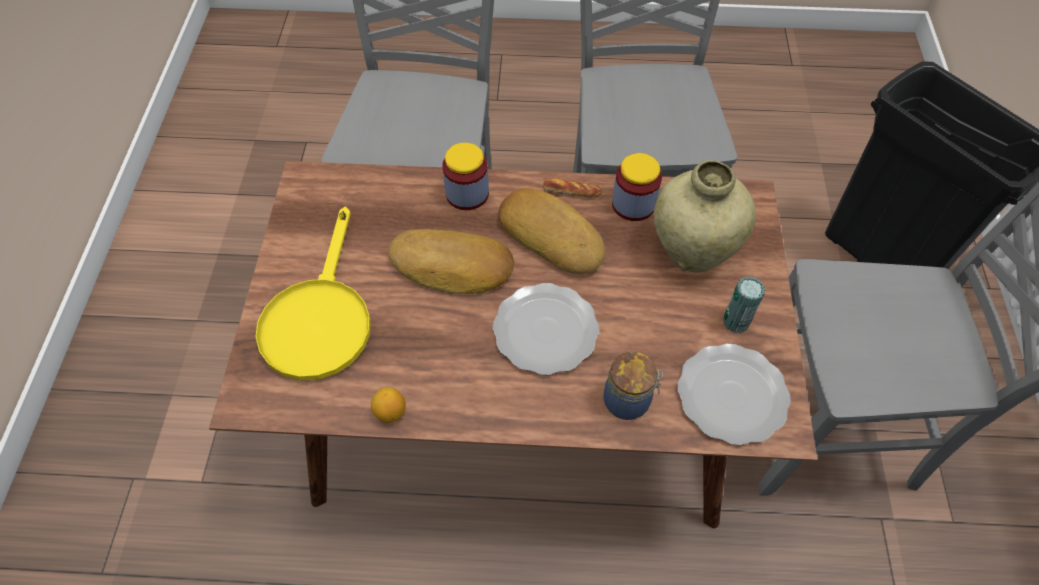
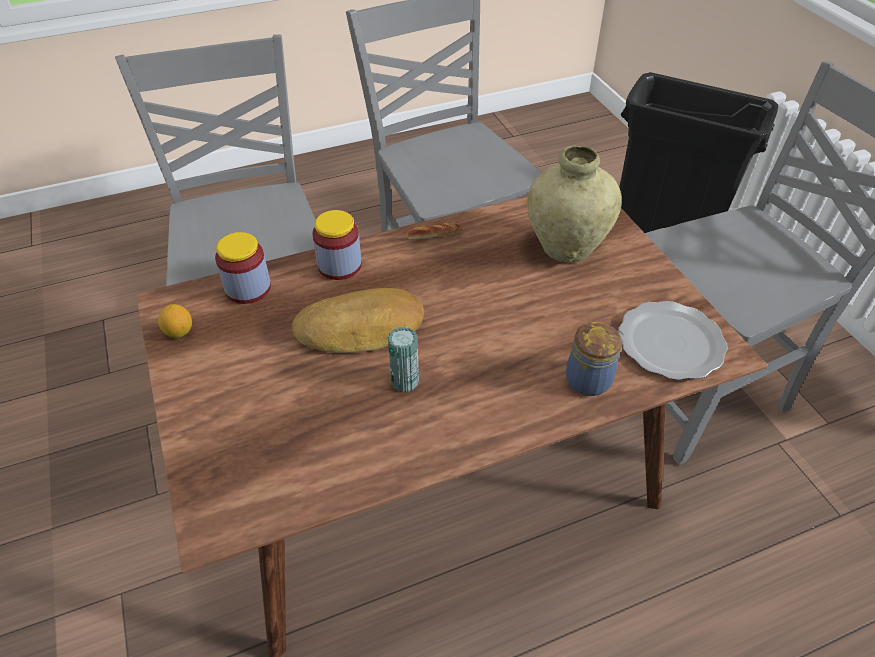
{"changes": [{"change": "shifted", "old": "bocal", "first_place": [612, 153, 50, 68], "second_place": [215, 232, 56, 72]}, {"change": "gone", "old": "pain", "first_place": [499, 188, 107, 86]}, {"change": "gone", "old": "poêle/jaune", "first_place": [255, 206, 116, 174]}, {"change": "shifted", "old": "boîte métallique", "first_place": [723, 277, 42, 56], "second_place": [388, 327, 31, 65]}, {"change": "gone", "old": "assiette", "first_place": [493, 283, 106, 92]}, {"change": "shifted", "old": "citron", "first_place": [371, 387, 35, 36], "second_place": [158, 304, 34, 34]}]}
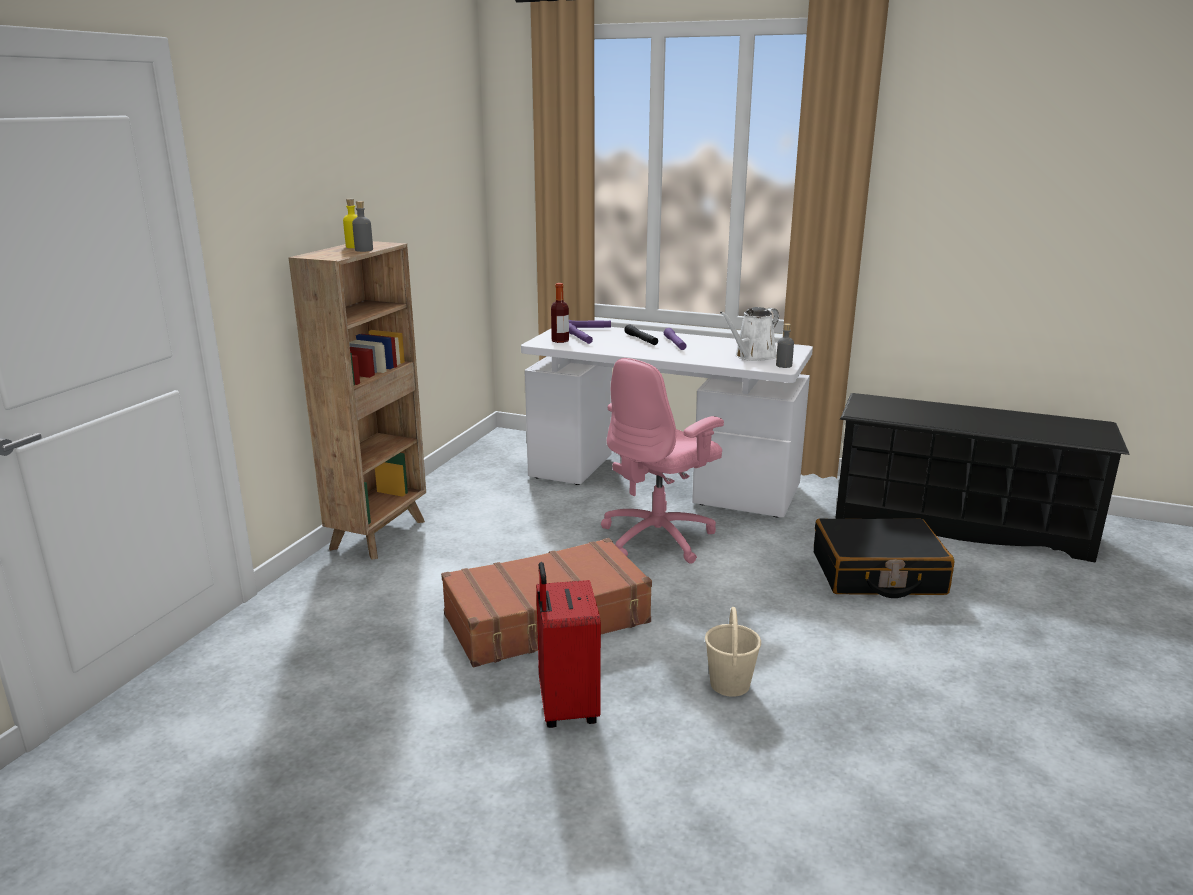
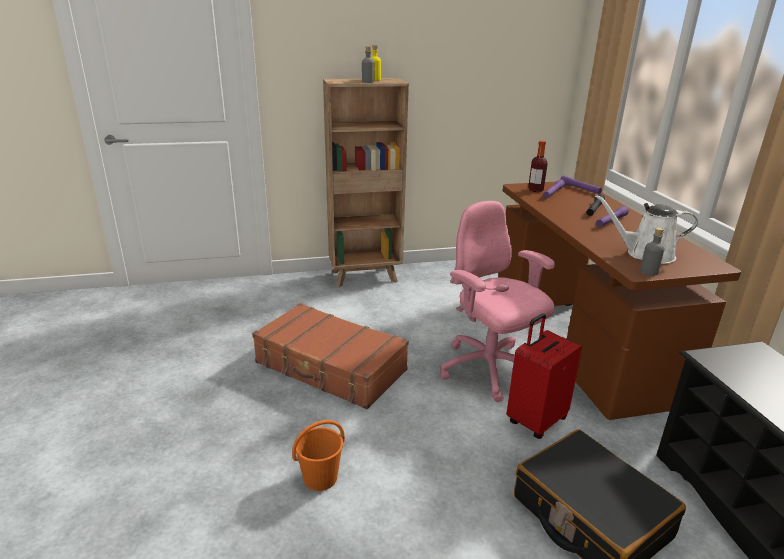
{"changes": [{"change": "repainted", "old": "bureau/blanc", "new": "bureau/marron", "first_place": [521, 327, 292, 190], "second_place": [498, 181, 243, 239]}, {"change": "rotated", "old": "chaise de bureau/rose", "first_place": [601, 358, 123, 206], "second_place": [440, 201, 115, 201], "degrees": 45}, {"change": "shifted", "old": "valise/rouge", "first_place": [536, 562, 65, 166], "second_place": [506, 313, 76, 126]}, {"change": "repainted", "old": "seau/beige", "new": "seau/orange", "first_place": [705, 607, 56, 90], "second_place": [292, 420, 53, 71]}]}
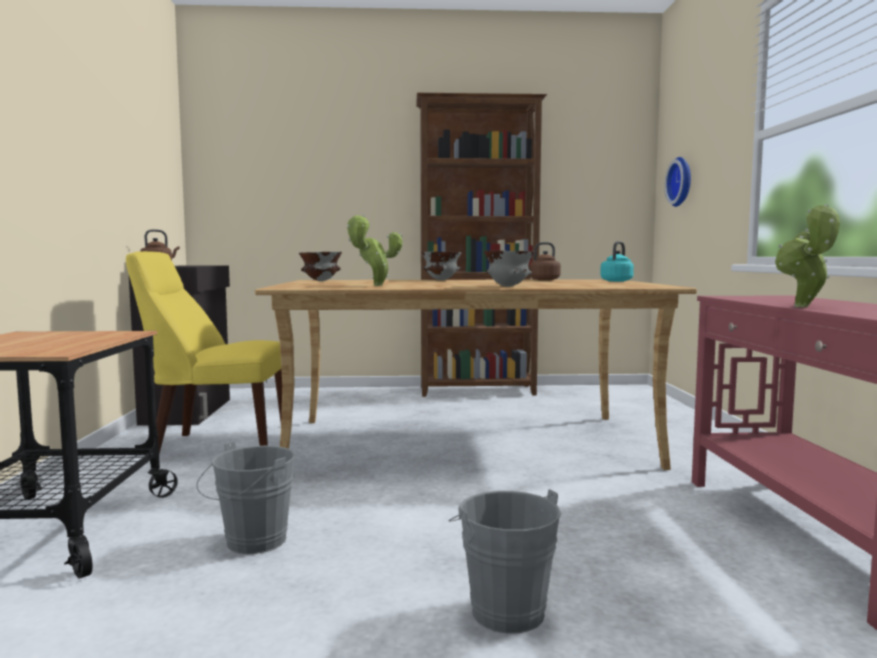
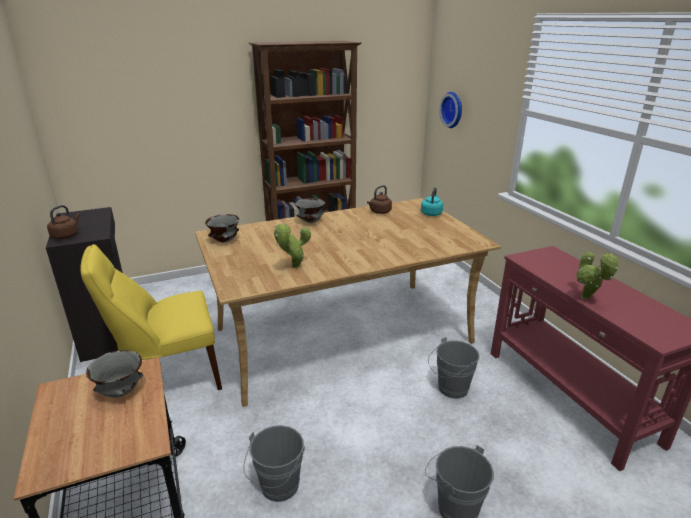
{"changes": [{"change": "shifted", "old": "bol/gris", "first_place": [483, 250, 52, 37], "second_place": [86, 350, 58, 47]}, {"change": "new", "new": "seau/gris", "second_place": [428, 337, 52, 62]}]}
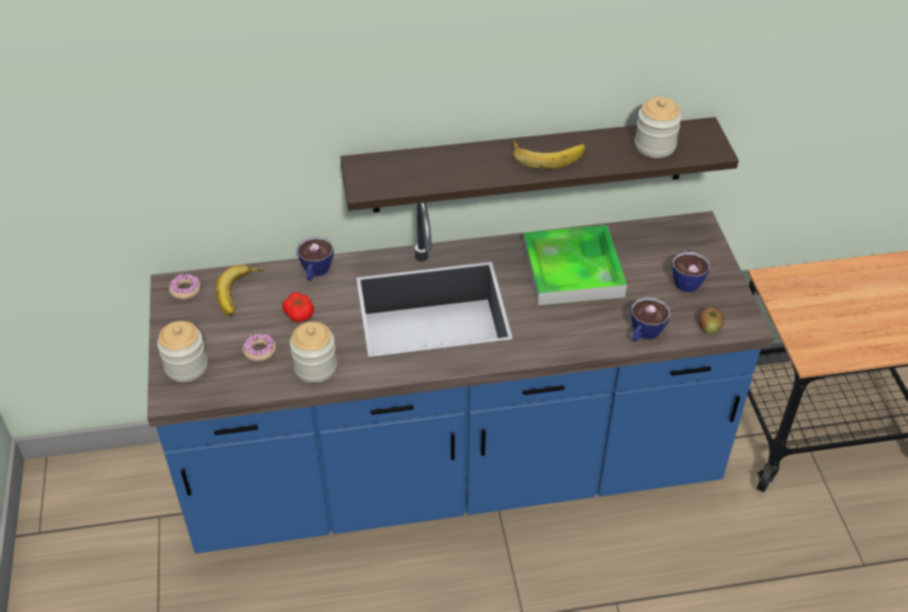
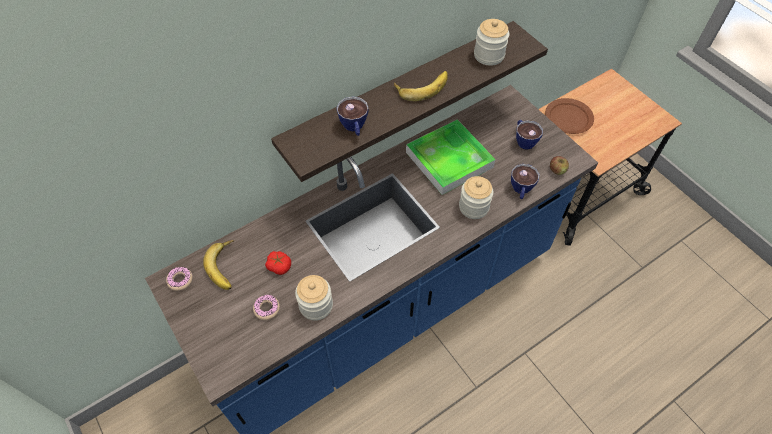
{"changes": [{"change": "shifted", "old": "tasse", "first_place": [296, 236, 38, 45], "second_place": [337, 96, 32, 40]}, {"change": "shifted", "old": "bocal", "first_place": [157, 321, 51, 61], "second_place": [459, 176, 34, 43]}, {"change": "new", "new": "assiette/marron", "second_place": [545, 98, 49, 36]}]}
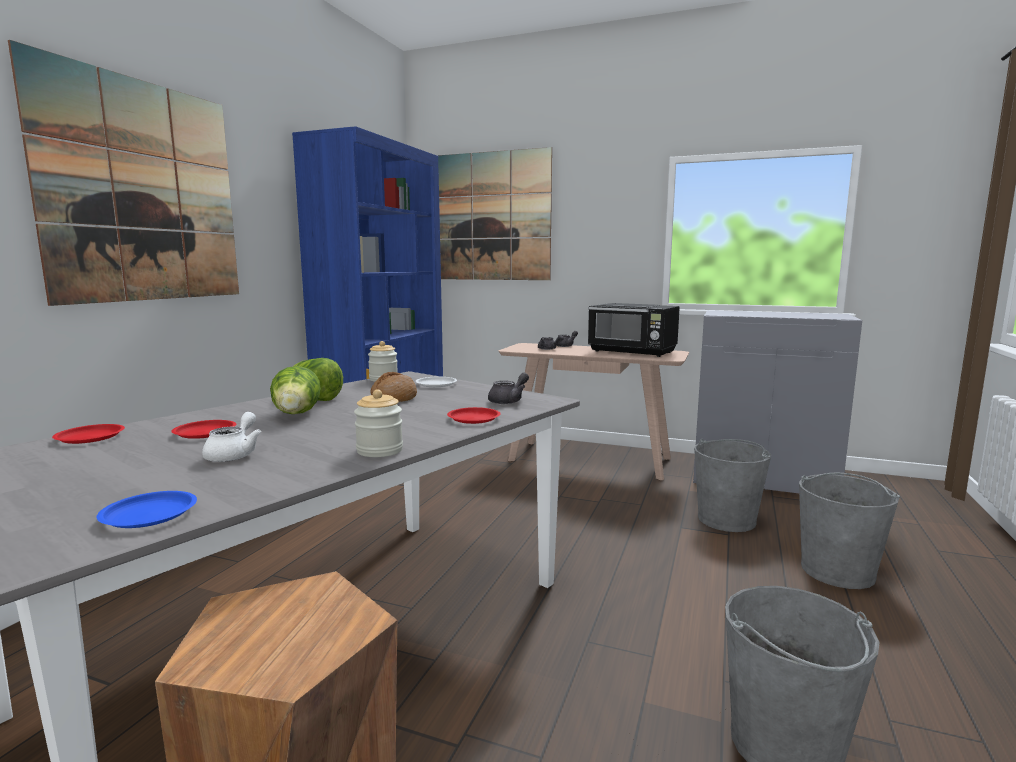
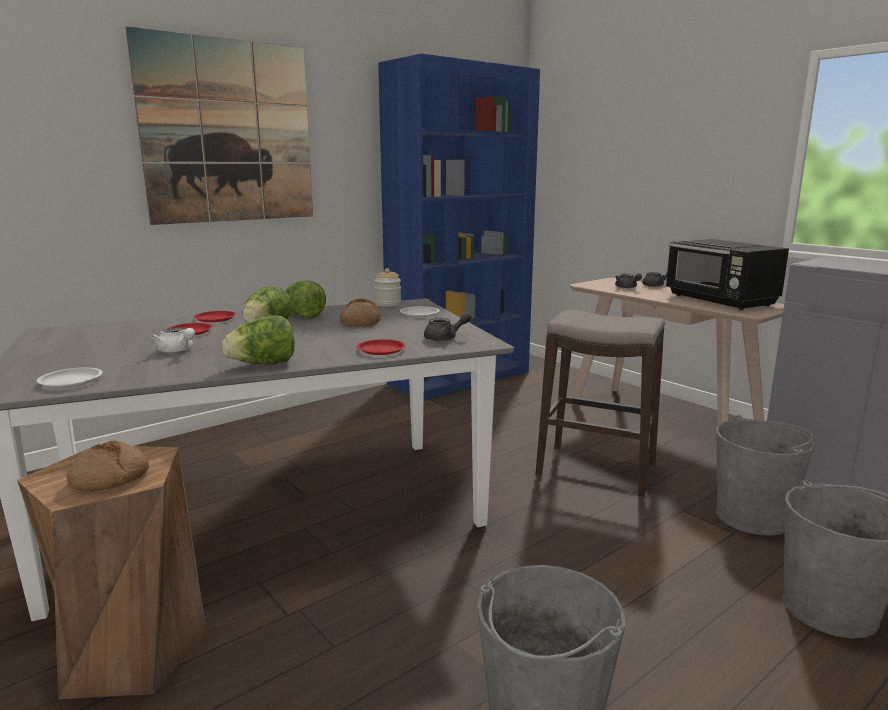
{"changes": [{"change": "gone", "old": "tableau", "first_place": [437, 147, 115, 133]}, {"change": "swapped", "old": "bocal", "new": "laitue", "first_place": [354, 389, 49, 68], "second_place": [222, 315, 73, 50]}, {"change": "rotated", "old": "théière/blanc", "first_place": [202, 412, 59, 50], "second_place": [152, 327, 43, 26], "degrees": 90}, {"change": "shifted", "old": "assiette/rouge", "first_place": [52, 424, 73, 20], "second_place": [193, 311, 43, 11]}, {"change": "repainted", "old": "assiette/bleu", "new": "assiette/blanc", "first_place": [96, 491, 101, 37], "second_place": [37, 368, 65, 20]}, {"change": "new", "new": "tabouret", "second_place": [535, 310, 130, 187]}, {"change": "new", "new": "pain", "second_place": [66, 441, 83, 50]}]}
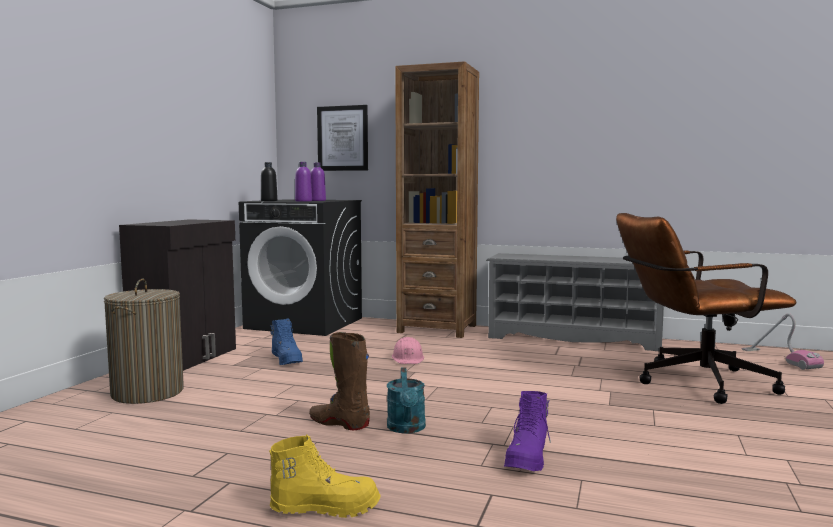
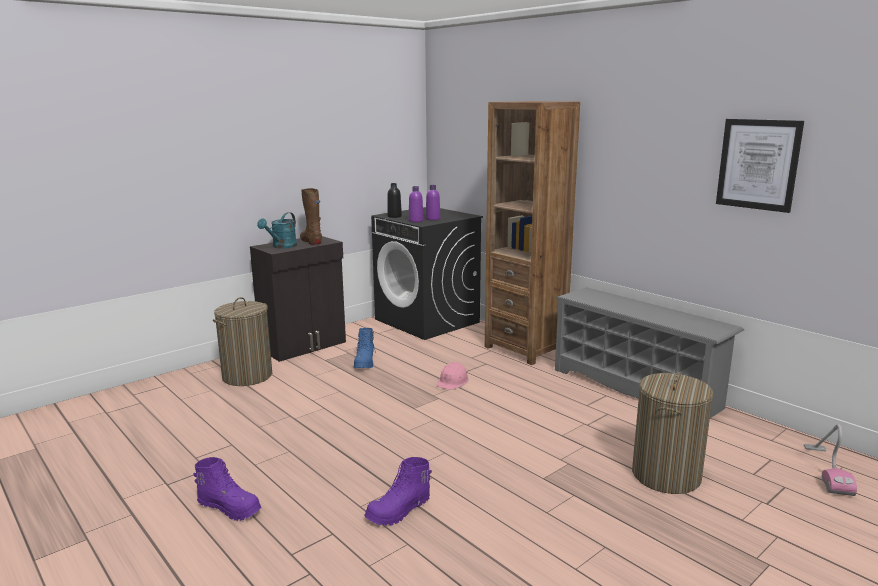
{"changes": [{"change": "shifted", "old": "tableau", "first_place": [317, 105, 51, 66], "second_place": [716, 119, 88, 94]}, {"change": "swapped", "old": "chaise de bureau/marron", "new": "panier à linge", "first_place": [616, 213, 181, 191], "second_place": [632, 372, 81, 122]}, {"change": "shifted", "old": "botte/marron", "first_place": [309, 332, 61, 98], "second_place": [300, 188, 22, 57]}, {"change": "shifted", "old": "arrosoir/turquoise", "first_place": [387, 367, 39, 67], "second_place": [257, 212, 40, 37]}, {"change": "repainted", "old": "botte/jaune", "new": "botte/violet", "first_place": [269, 434, 112, 84], "second_place": [194, 457, 67, 64]}]}
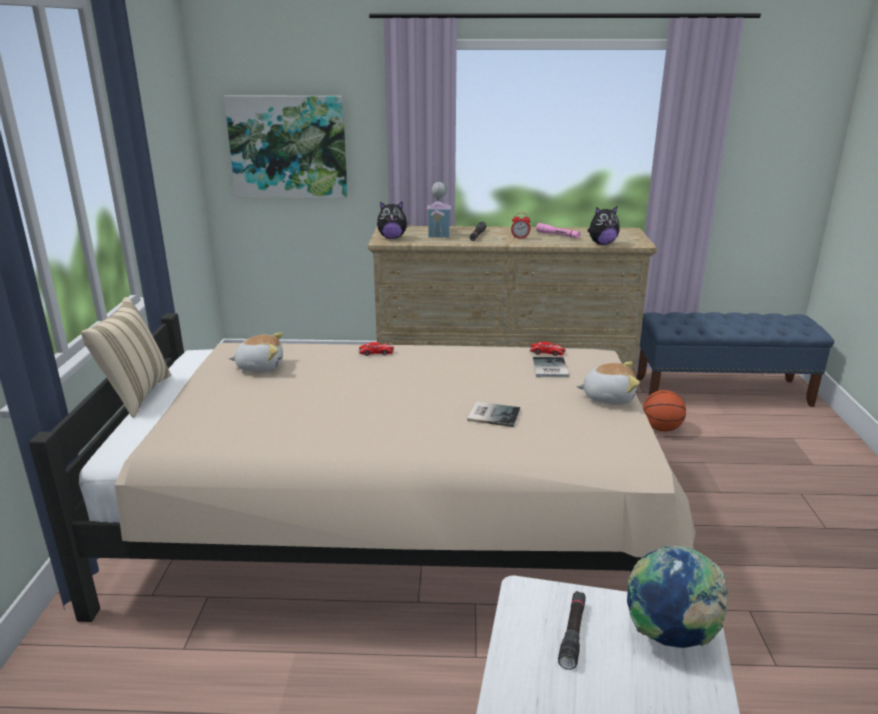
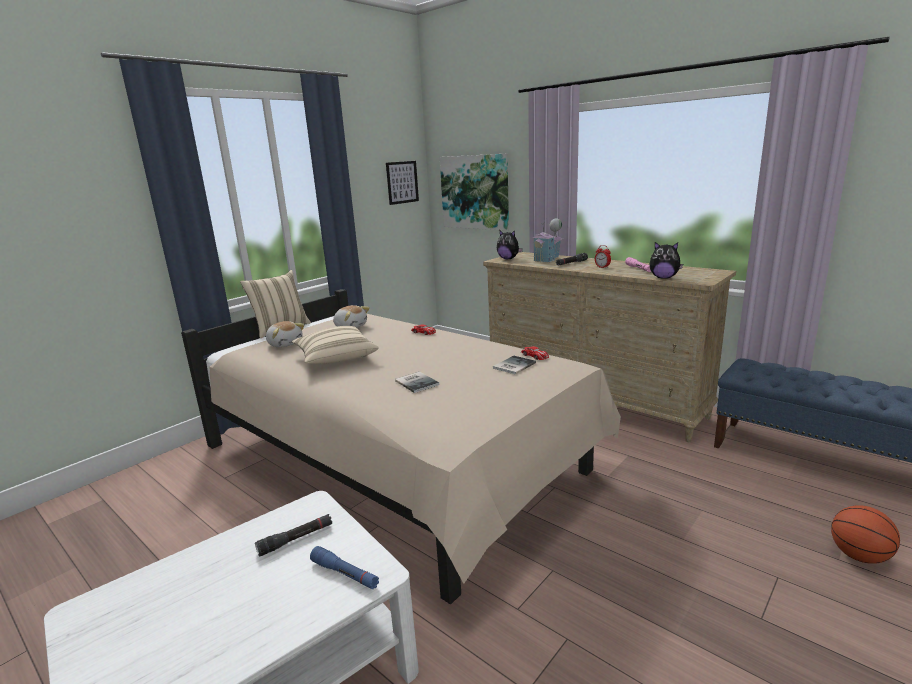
{"changes": [{"change": "shifted", "old": "peluche", "first_place": [576, 362, 64, 43], "second_place": [266, 321, 39, 26]}, {"change": "shifted", "old": "ballon de basket", "first_place": [643, 390, 43, 42], "second_place": [831, 505, 69, 59]}, {"change": "swapped", "old": "globe", "new": "lampe de poche/bleu", "first_place": [627, 545, 101, 103], "second_place": [310, 546, 69, 43]}, {"change": "new", "new": "tableau", "second_place": [386, 161, 33, 44]}, {"change": "new", "new": "coussin/beige", "second_place": [292, 326, 87, 38]}]}
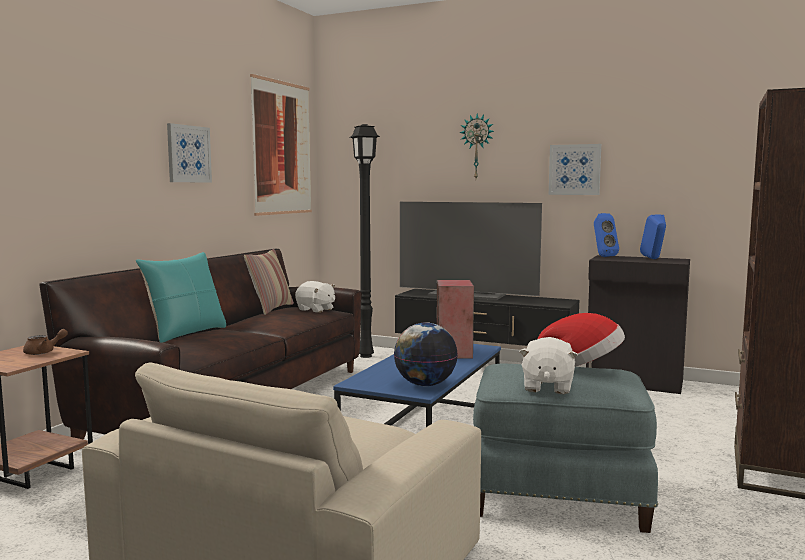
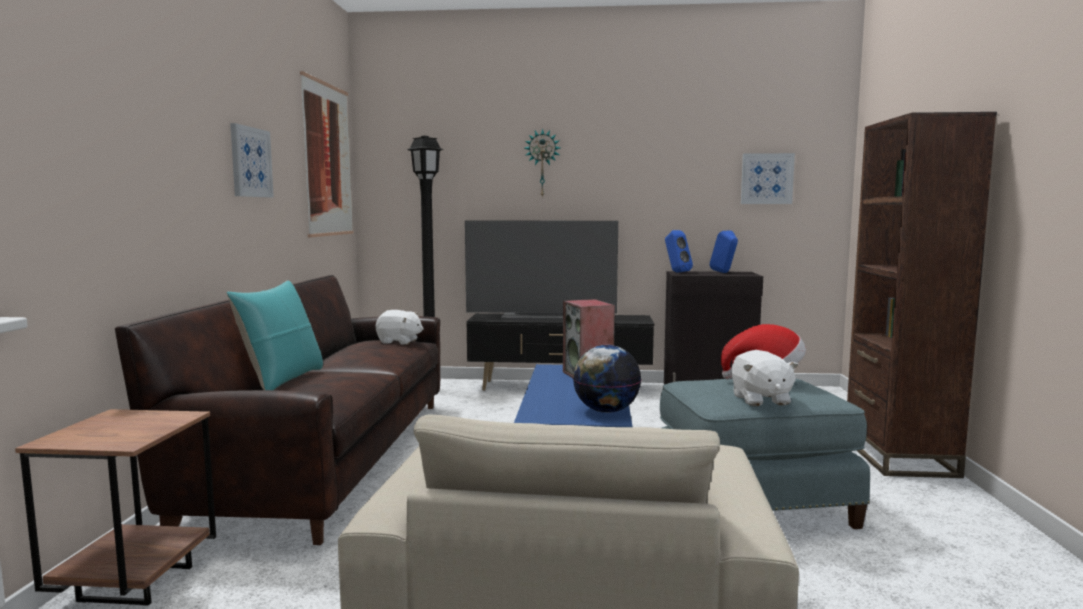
{"changes": [{"change": "shifted", "old": "tableau", "first_place": [549, 144, 52, 51], "second_place": [741, 153, 54, 51]}, {"change": "gone", "old": "coussin", "first_place": [244, 249, 50, 66]}, {"change": "gone", "old": "théière/marron", "first_place": [23, 329, 45, 26]}]}
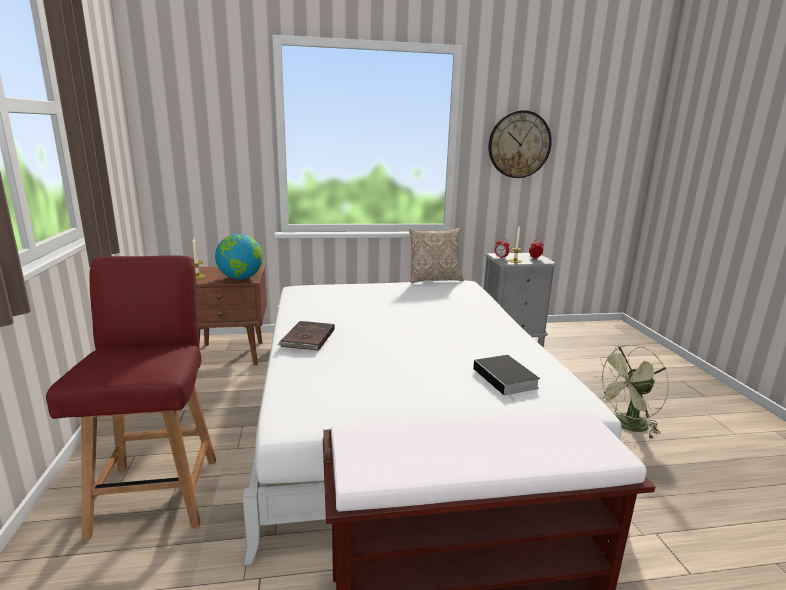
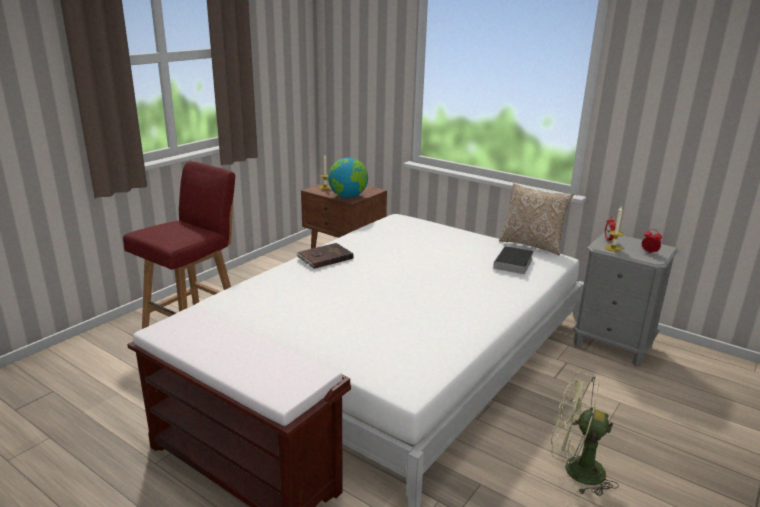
{"changes": [{"change": "gone", "old": "horloge murale", "first_place": [488, 110, 64, 68]}, {"change": "shifted", "old": "livre", "first_place": [473, 355, 67, 45], "second_place": [493, 246, 41, 28]}]}
